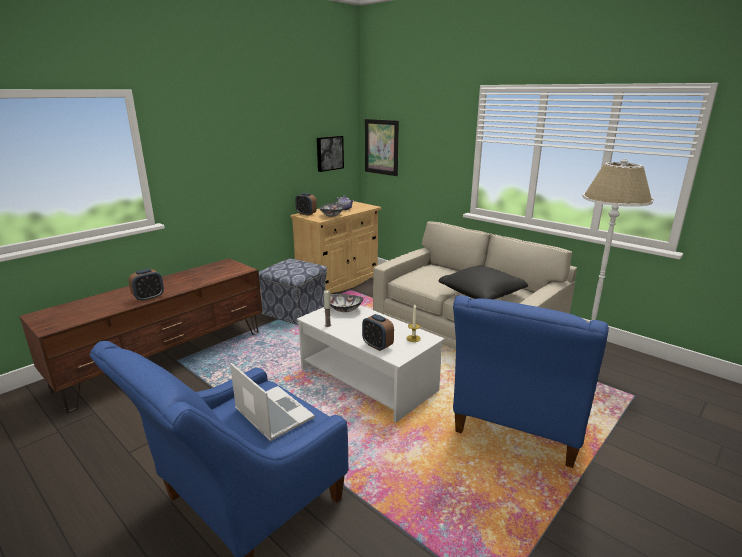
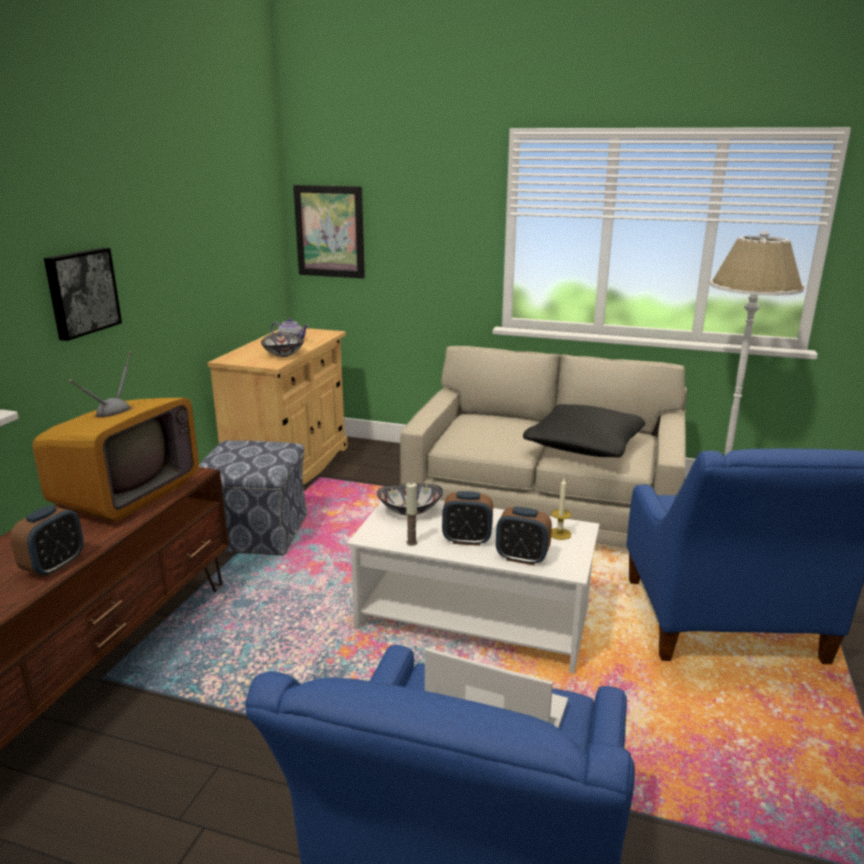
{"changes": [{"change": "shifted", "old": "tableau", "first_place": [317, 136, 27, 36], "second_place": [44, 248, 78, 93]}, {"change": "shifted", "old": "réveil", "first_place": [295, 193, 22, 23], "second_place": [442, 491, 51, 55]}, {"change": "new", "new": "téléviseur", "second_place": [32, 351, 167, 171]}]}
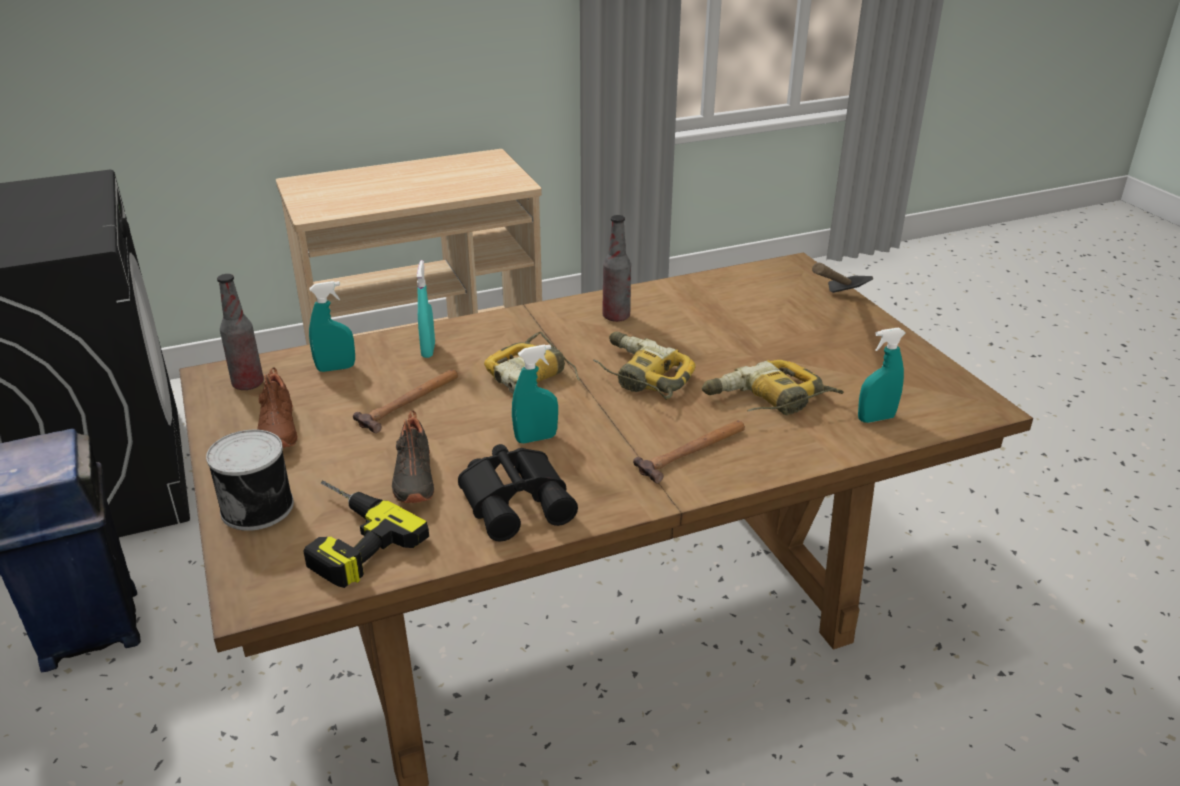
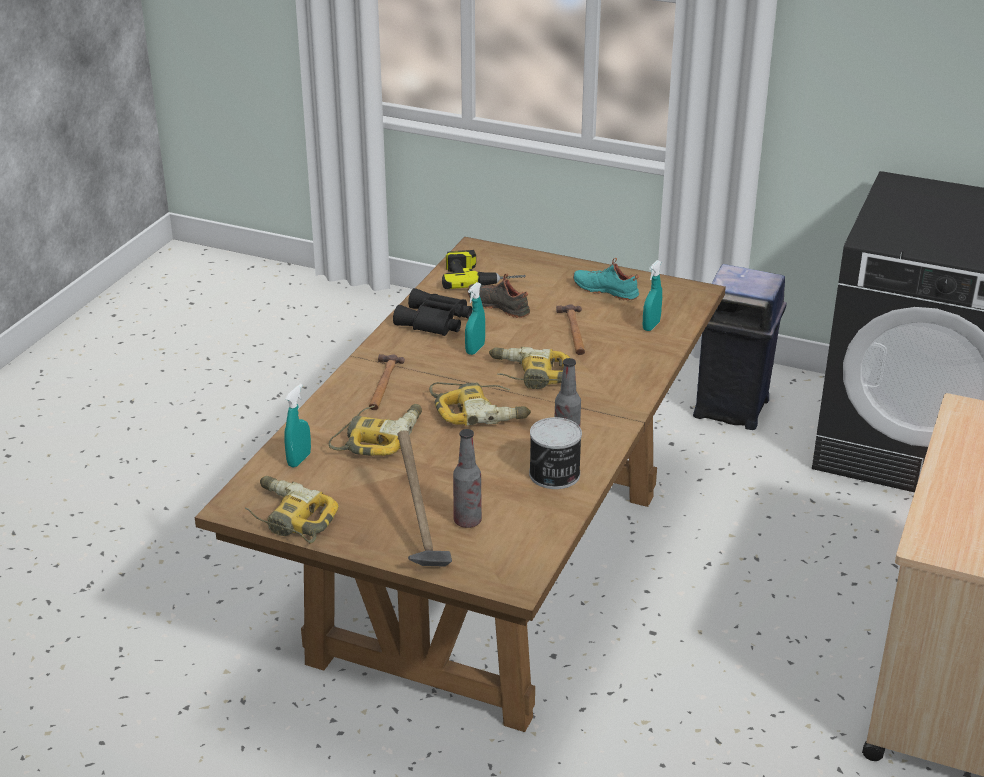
{"changes": [{"change": "gone", "old": "vaporisateur/turquoise", "first_place": [417, 260, 18, 98]}, {"change": "shifted", "old": "bouteille", "first_place": [217, 274, 47, 116], "second_place": [453, 429, 29, 99]}, {"change": "repainted", "old": "chaussure/marron", "new": "chaussure/turquoise", "first_place": [257, 367, 41, 81], "second_place": [573, 258, 66, 43]}, {"change": "shifted", "old": "boîte métallique", "first_place": [206, 430, 88, 101], "second_place": [529, 417, 53, 72]}, {"change": "new", "new": "perceuse", "second_place": [245, 476, 94, 68]}]}
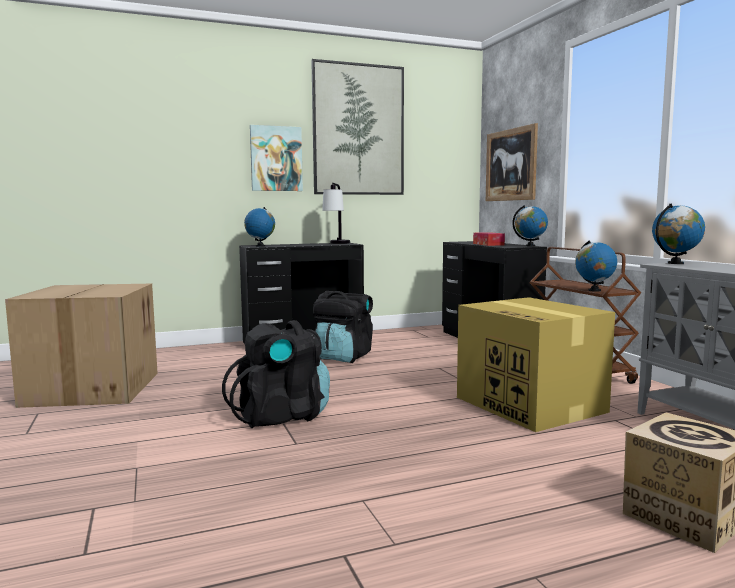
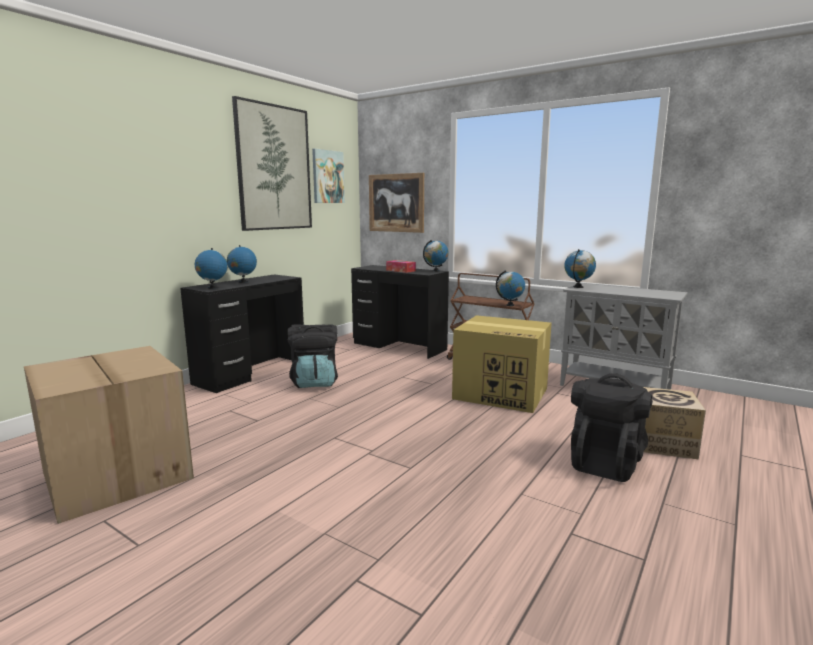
{"changes": [{"change": "shifted", "old": "tableau", "first_place": [250, 125, 53, 66], "second_place": [312, 149, 33, 54]}, {"change": "gone", "old": "lampe de table", "first_place": [322, 183, 28, 61]}, {"change": "shifted", "old": "sac à dos/noir", "first_place": [222, 320, 108, 108], "second_place": [571, 373, 82, 109]}, {"change": "new", "new": "globe", "second_place": [227, 245, 30, 38]}]}
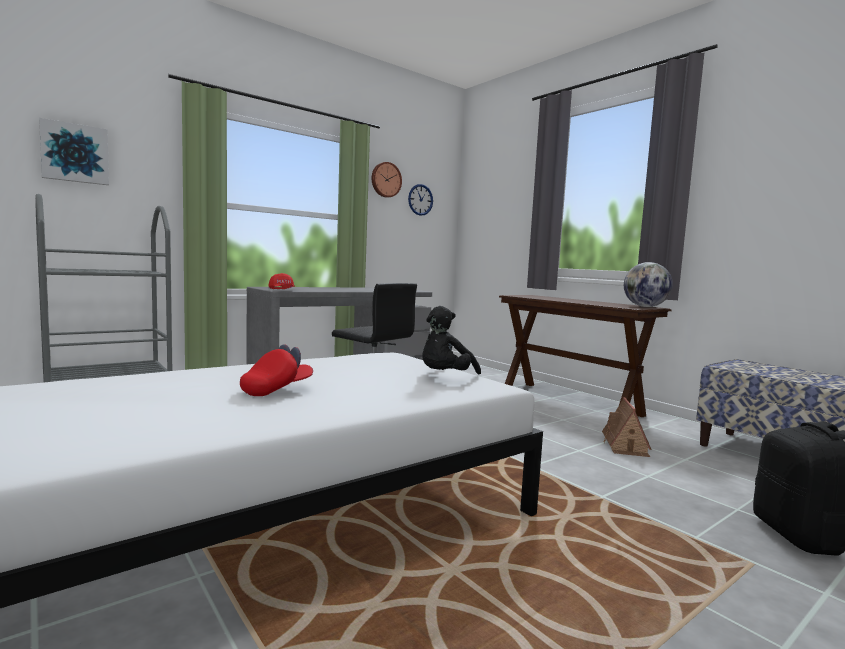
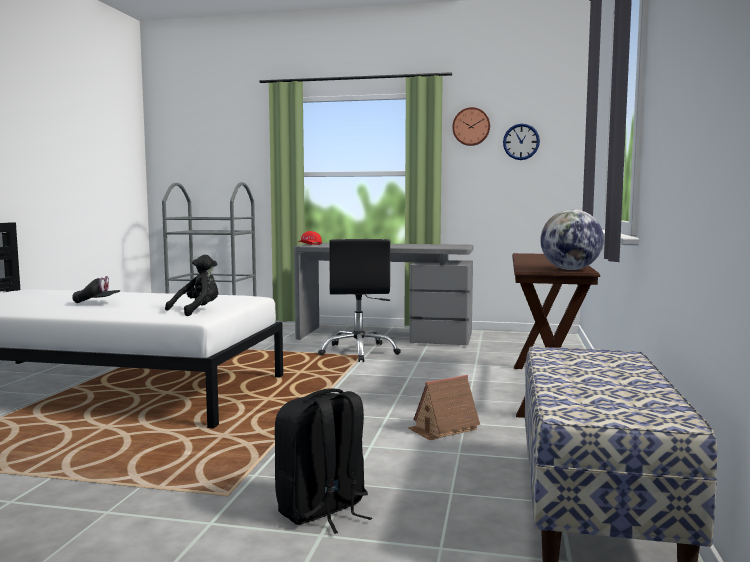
{"changes": [{"change": "gone", "old": "tableau", "first_place": [39, 118, 70, 67]}, {"change": "rotated", "old": "peluche/noir", "first_place": [422, 306, 59, 68], "second_place": [165, 255, 53, 61], "degrees": 135}, {"change": "repainted", "old": "casquette/rouge", "new": "casquette/noir", "first_place": [240, 344, 73, 52], "second_place": [72, 276, 48, 27]}]}
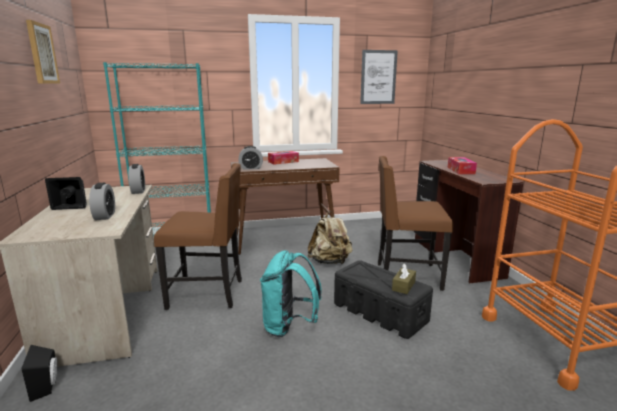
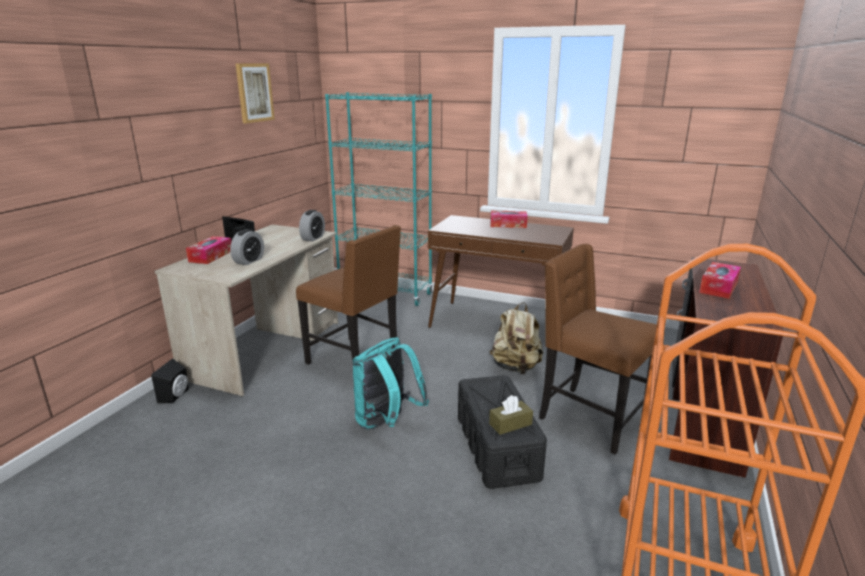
{"changes": [{"change": "gone", "old": "tableau", "first_place": [360, 50, 38, 54]}, {"change": "gone", "old": "réveil", "first_place": [238, 146, 25, 24]}, {"change": "new", "new": "boîte à mouchoirs", "second_place": [186, 236, 46, 28]}]}
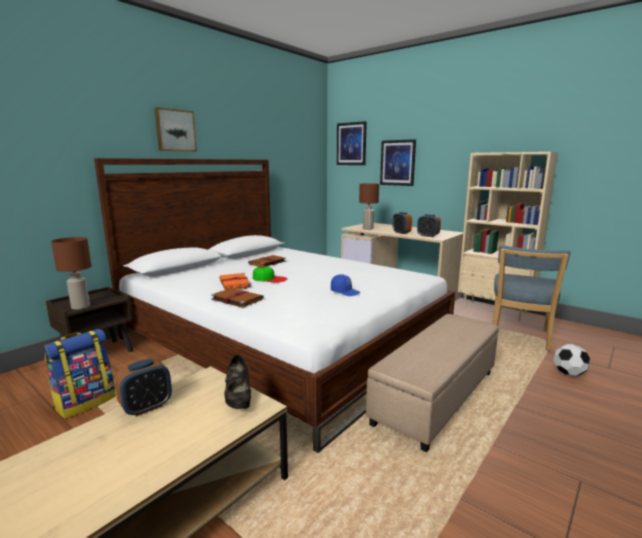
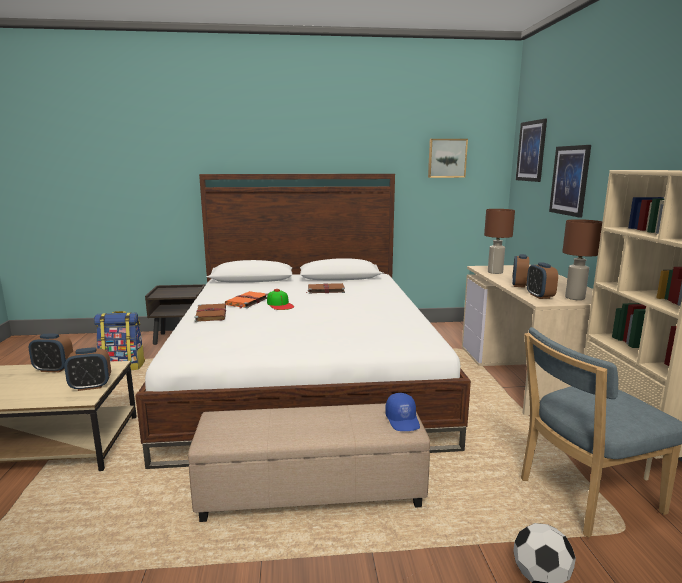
{"changes": [{"change": "shifted", "old": "tableau", "first_place": [155, 107, 42, 45], "second_place": [428, 139, 40, 39]}, {"change": "shifted", "old": "lampe de table/marron", "first_place": [51, 237, 40, 73], "second_place": [562, 219, 41, 81]}, {"change": "shifted", "old": "casquette/bleu", "first_place": [331, 274, 30, 22], "second_place": [385, 393, 35, 38]}, {"change": "swapped", "old": "chaussure/noir", "new": "réveil", "first_place": [224, 355, 27, 54], "second_place": [64, 348, 47, 43]}]}
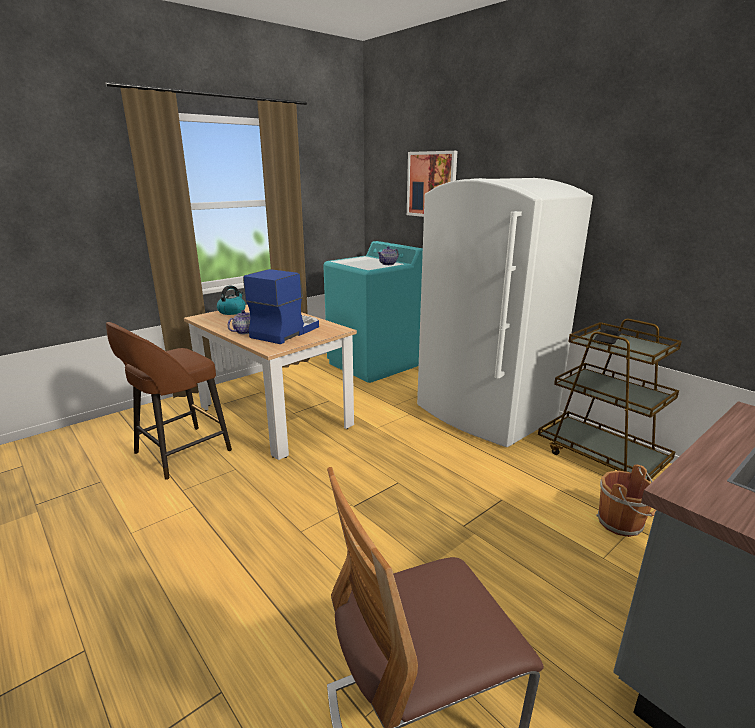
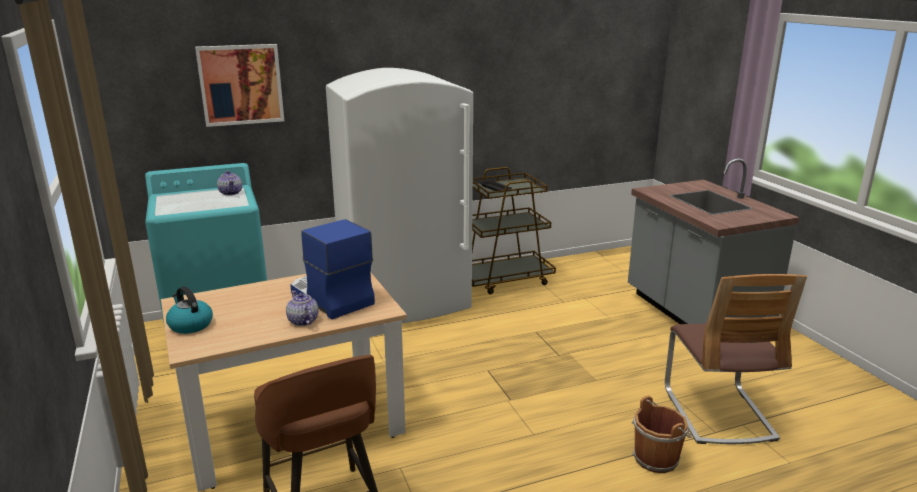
{"changes": [{"change": "shifted", "old": "seau/marron", "first_place": [596, 465, 60, 72], "second_place": [632, 396, 60, 77]}]}
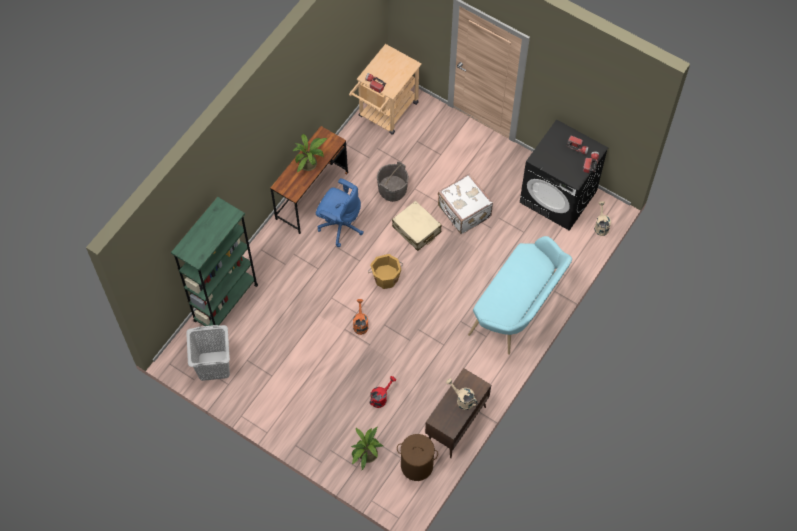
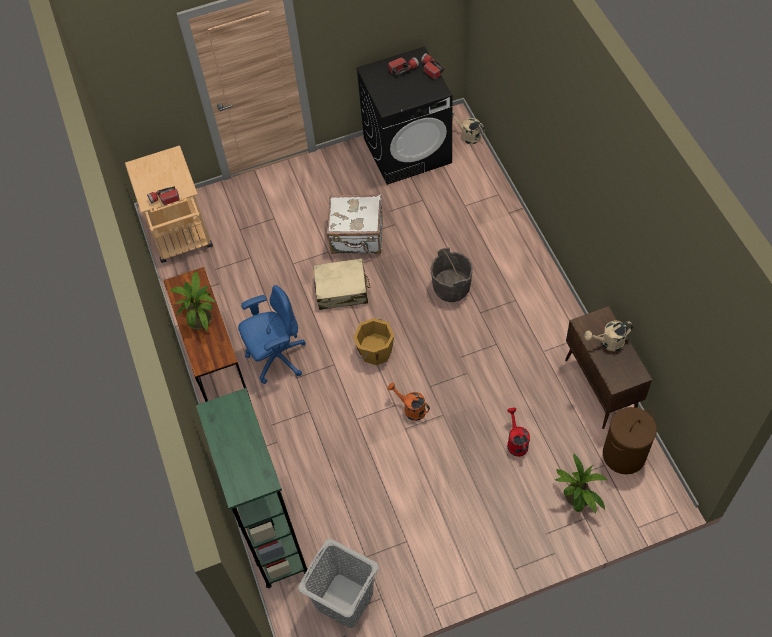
{"changes": [{"change": "shifted", "old": "seau/gris", "first_place": [377, 161, 32, 41], "second_place": [431, 247, 42, 55]}, {"change": "gone", "old": "banc/turquoise", "first_place": [468, 236, 104, 119]}]}
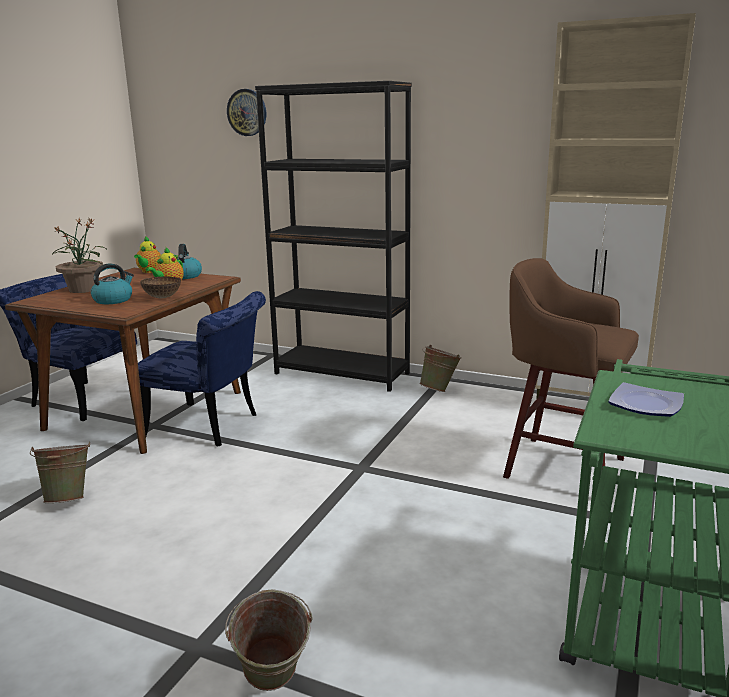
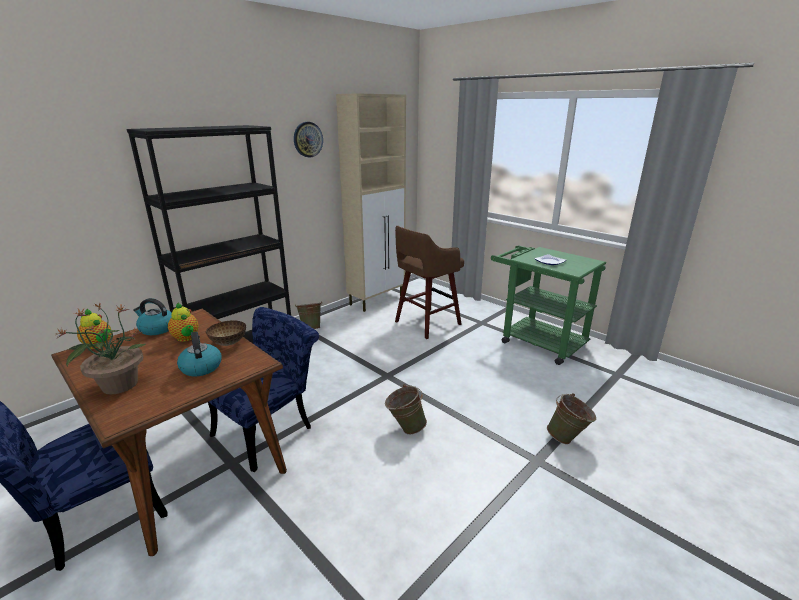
{"changes": [{"change": "shifted", "old": "horloge murale", "first_place": [227, 89, 39, 47], "second_place": [294, 122, 29, 36]}, {"change": "shifted", "old": "seau/vert", "first_place": [29, 442, 61, 61], "second_place": [385, 384, 42, 50]}]}
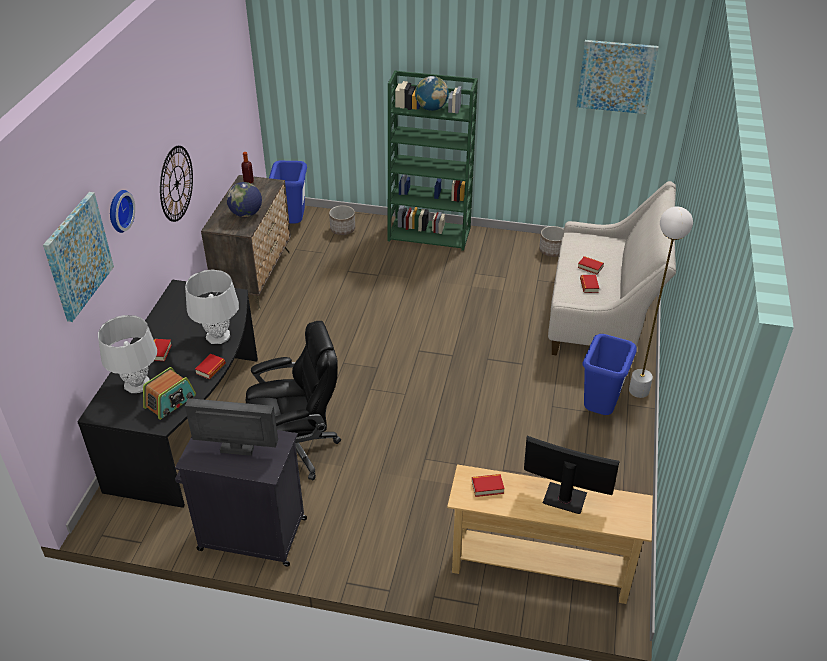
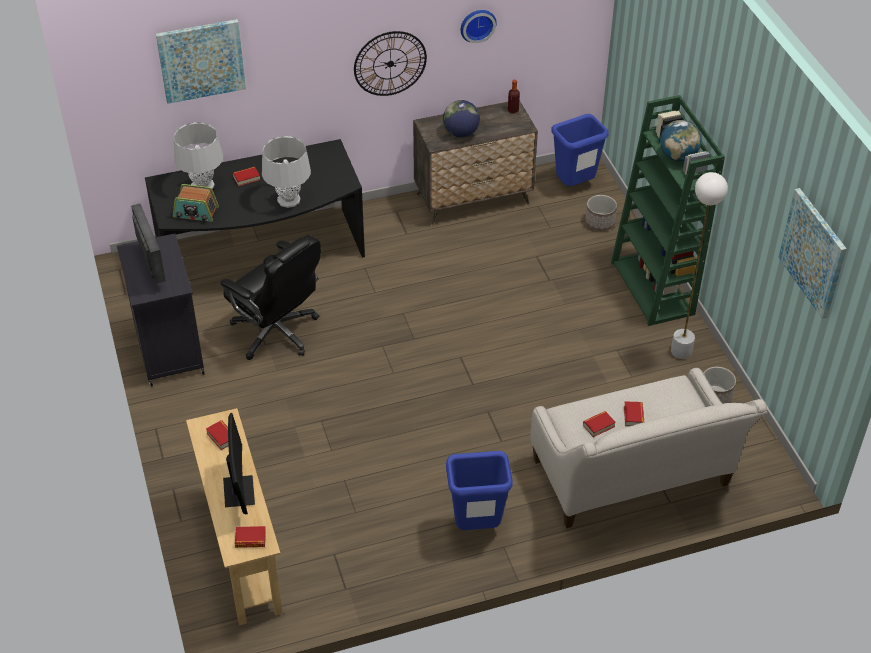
{"changes": [{"change": "shifted", "old": "horloge murale", "first_place": [110, 190, 25, 43], "second_place": [461, 10, 36, 33]}, {"change": "shifted", "old": "lampadaire/blanc", "first_place": [629, 207, 64, 191], "second_place": [671, 172, 57, 187]}, {"change": "shifted", "old": "livre", "first_place": [195, 354, 31, 25], "second_place": [235, 526, 31, 22]}]}
